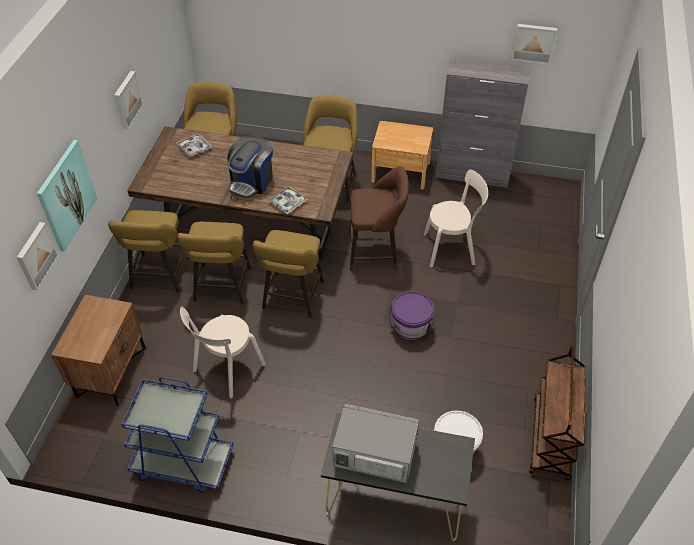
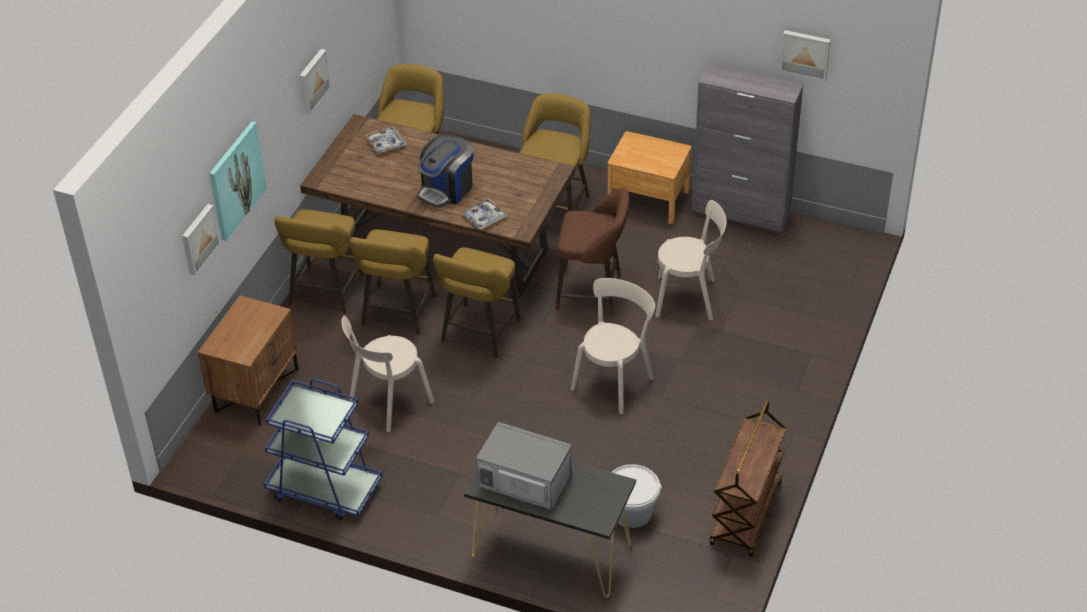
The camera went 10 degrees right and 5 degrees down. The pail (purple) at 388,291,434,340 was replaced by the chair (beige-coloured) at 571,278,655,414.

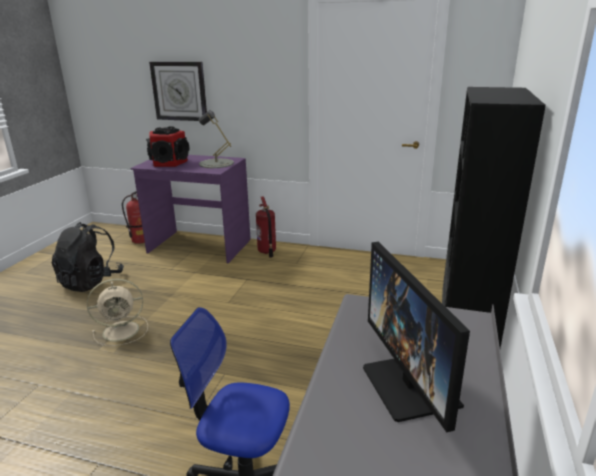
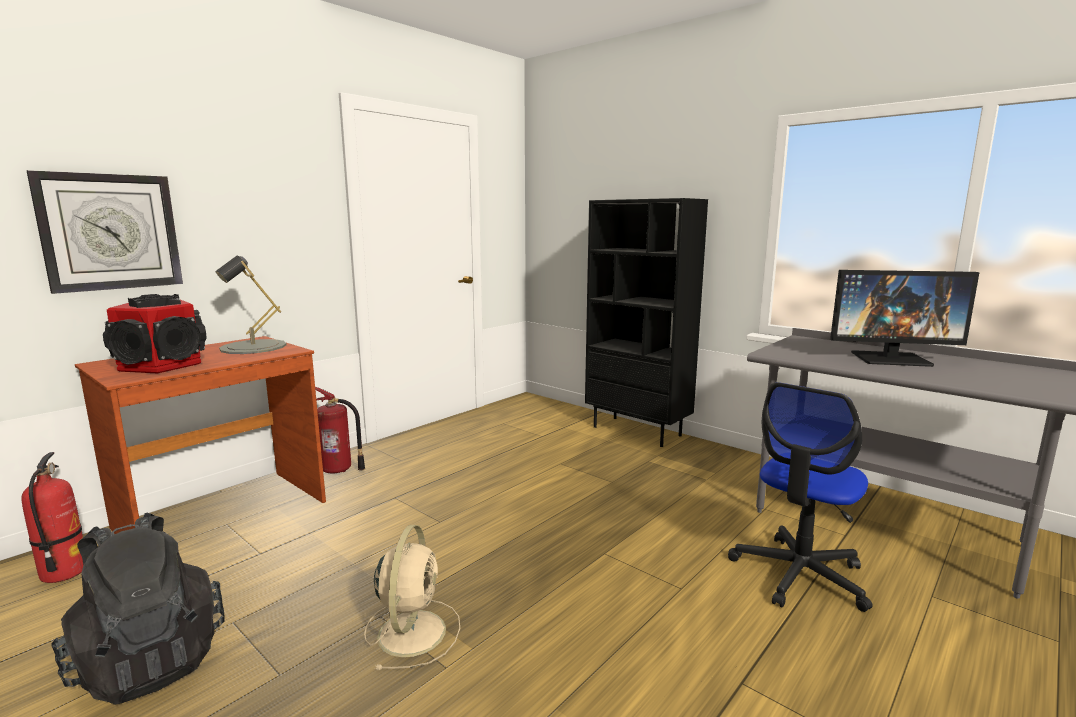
The camera went 65 degrees left and 10 degrees down. The desk unit (purple) at 130,155,251,263 became the desk unit (brown-coloured) at 75,336,326,534.

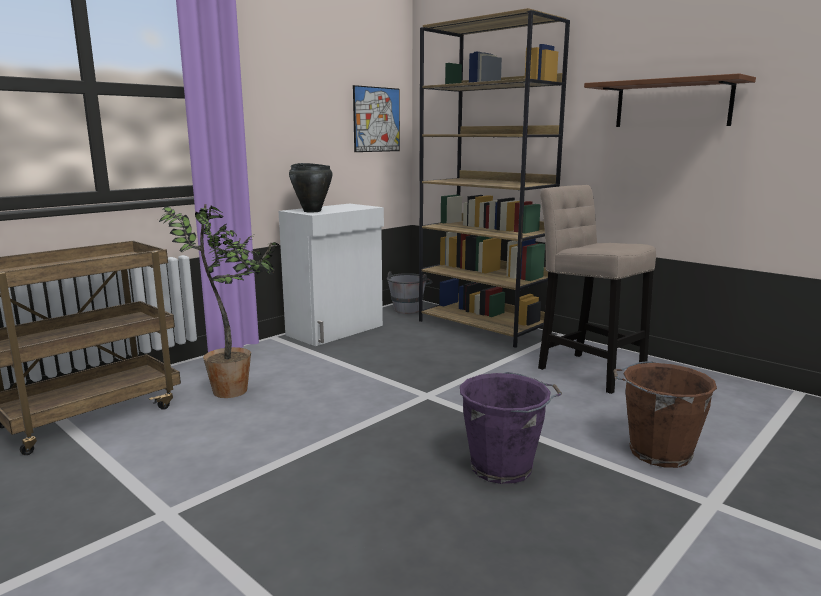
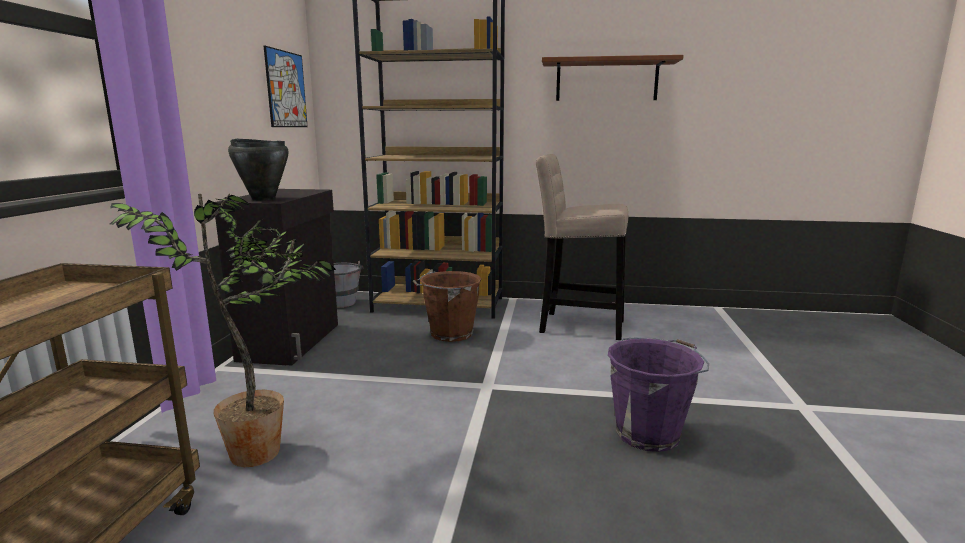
The camera went 35 degrees left and 0 degrees up. The storage cabinet (white) at 279,203,384,346 became the storage cabinet (black-coloured) at 214,189,338,366. The pail (brown-coloured) moved from 613,361,717,468 to 413,271,482,342.

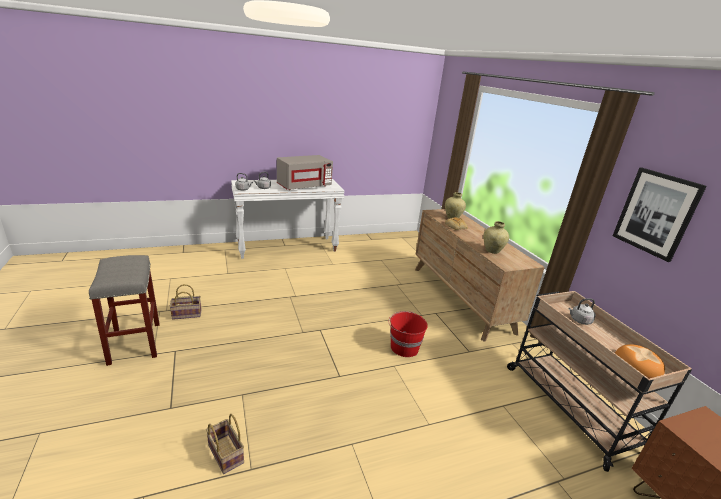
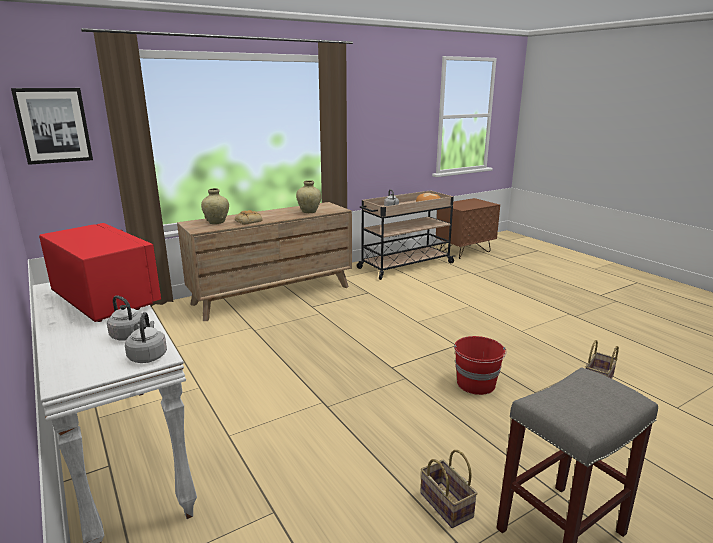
The camera went 100 degrees left and 5 degrees down. The microwave (greyish) at 277,155,333,190 became the microwave (red) at 39,223,161,322. The pail (red) moved from 388,311,428,357 to 454,336,507,395. The wall art moved from 613,168,707,262 to 11,88,93,165.

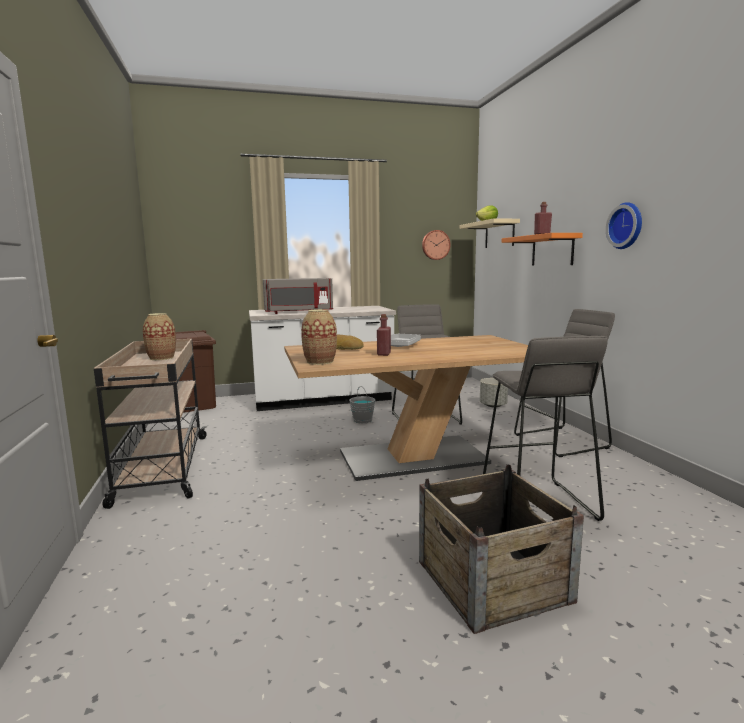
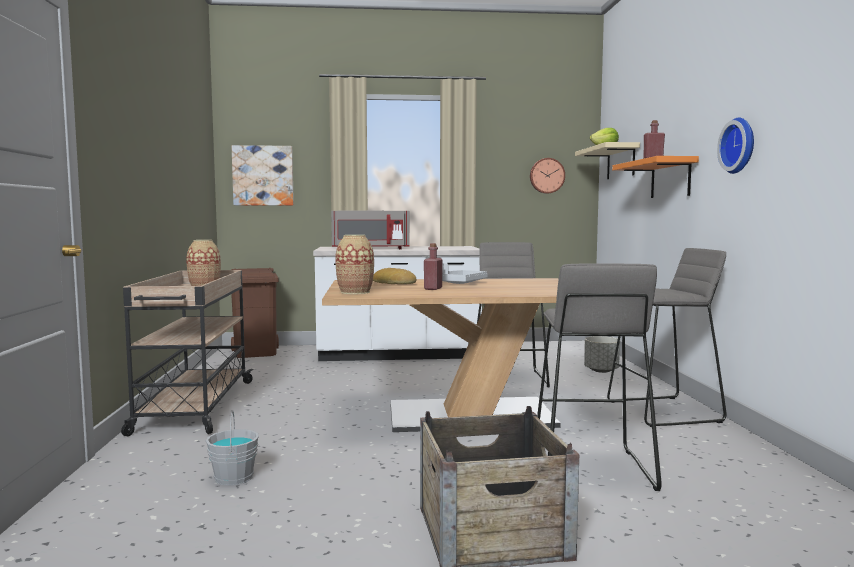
The camera went 10 degrees right and 5 degrees down. The pail (greyish) moved from 349,386,376,424 to 206,411,259,486. The wall art at 231,145,294,206 appeared.

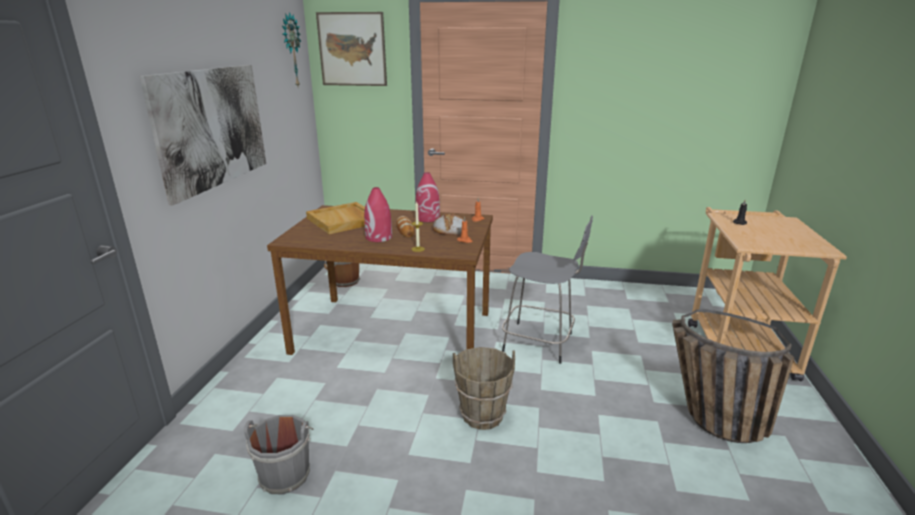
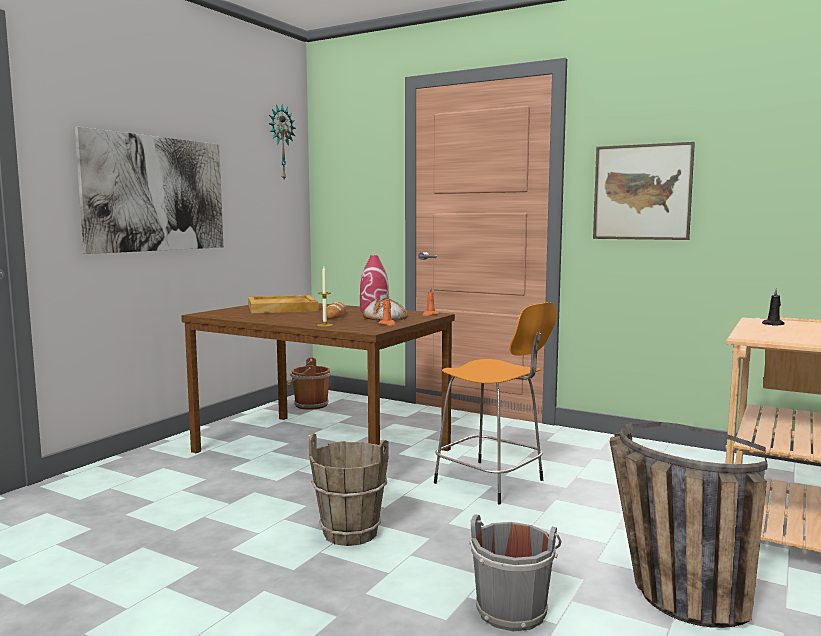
The camera went 20 degrees right and 15 degrees down. The pail (greyish) moved from 244,415,313,494 to 469,514,561,631. The wall art moved from 316,12,387,86 to 593,142,695,240. The decorative vase (red) at 364,187,392,242 disappeared. The stool (greyish) at 502,215,593,364 became the stool (orange) at 434,302,557,505.

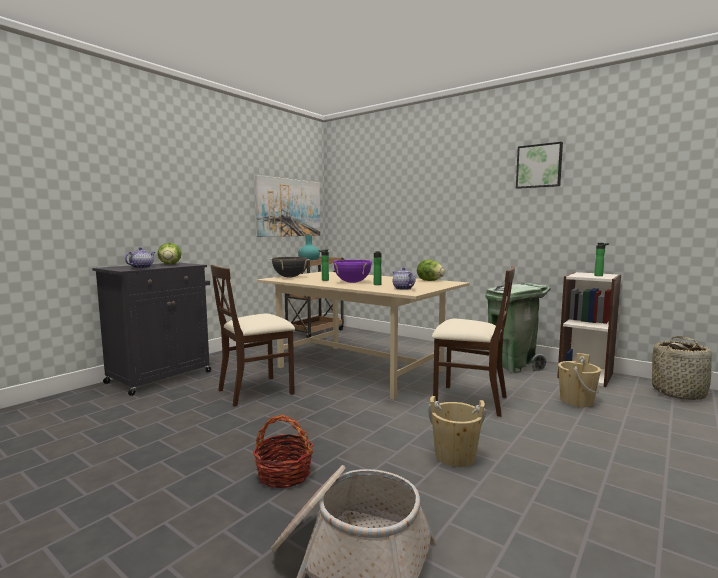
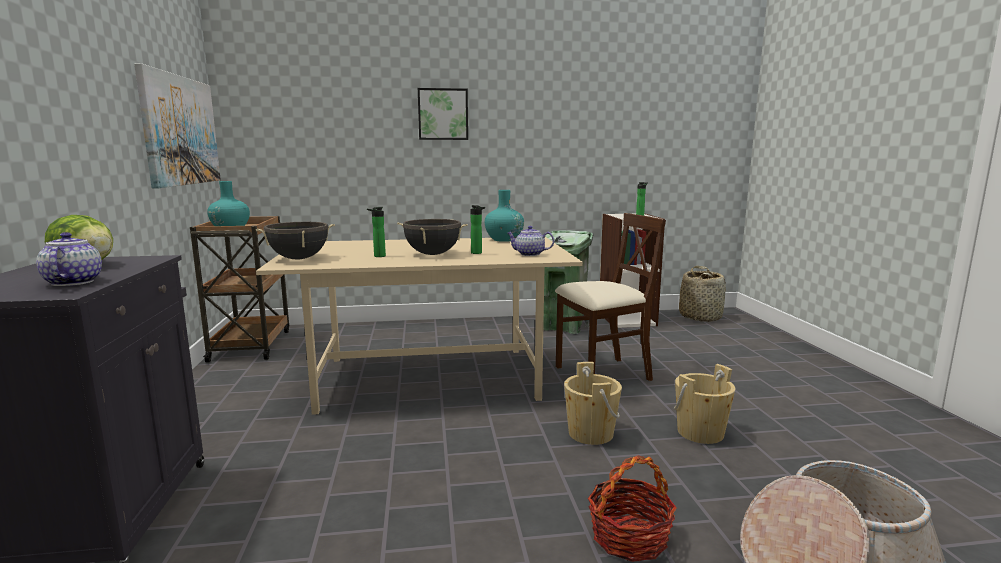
The camera went 45 degrees left and 5 degrees up. The chair (beige-coloured) at 210,265,295,407 disappeared. The cooking pot (purple) at 332,260,372,283 became the cooking pot (black-coloured) at 397,219,468,255. The lettuce head at 417,260,445,281 was replaced by the decorative vase (turquoise-coloured) at 485,190,524,242. The wall art moved from 516,142,563,189 to 418,88,468,140. The pail (beige-coloured) moved from 558,353,601,407 to 564,362,622,445.

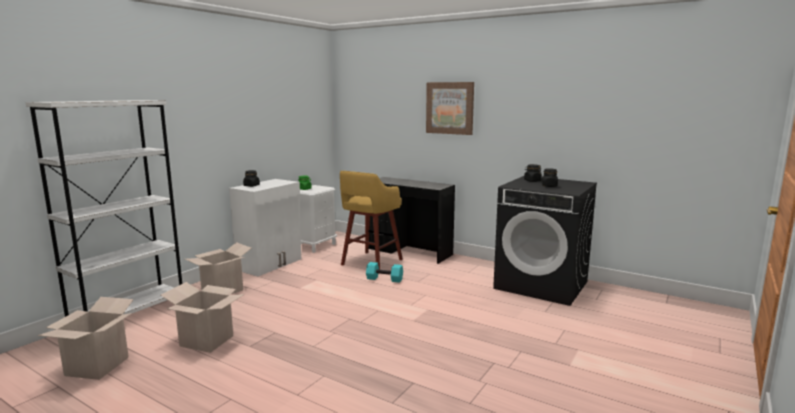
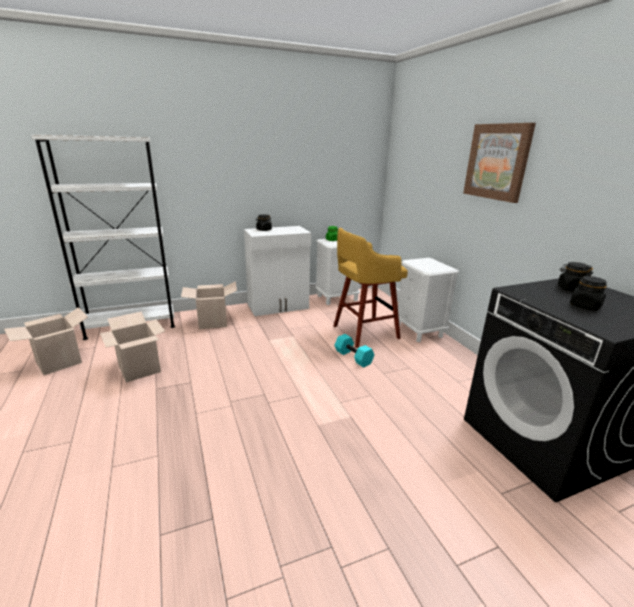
The camera went 35 degrees right and 10 degrees up. The desk unit (black-coloured) at 369,177,455,264 was replaced by the nightstand (white) at 398,258,459,342.

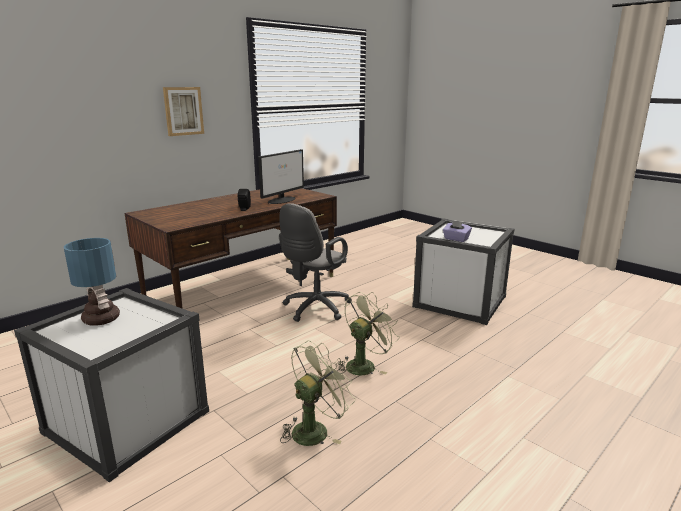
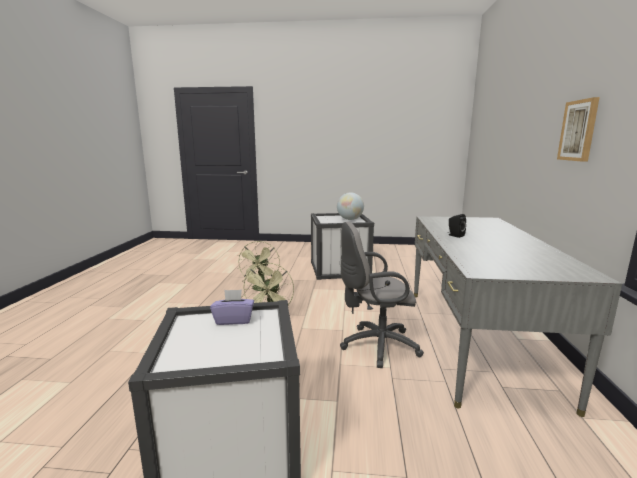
The camera went 140 degrees right and 5 degrees down. The lamp for a table at 64,238,120,326 was replaced by the world globe at 337,193,364,220. The desk unit (brown-coloured) at 125,188,337,309 became the desk unit (greyish) at 414,216,622,417. The computer display at 258,149,304,204 disappeared. The desk chair (greyish) at 279,203,352,322 turned 90 degrees counterclockwise.

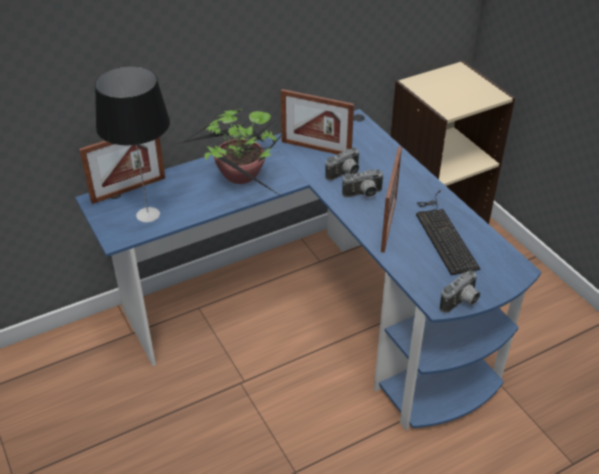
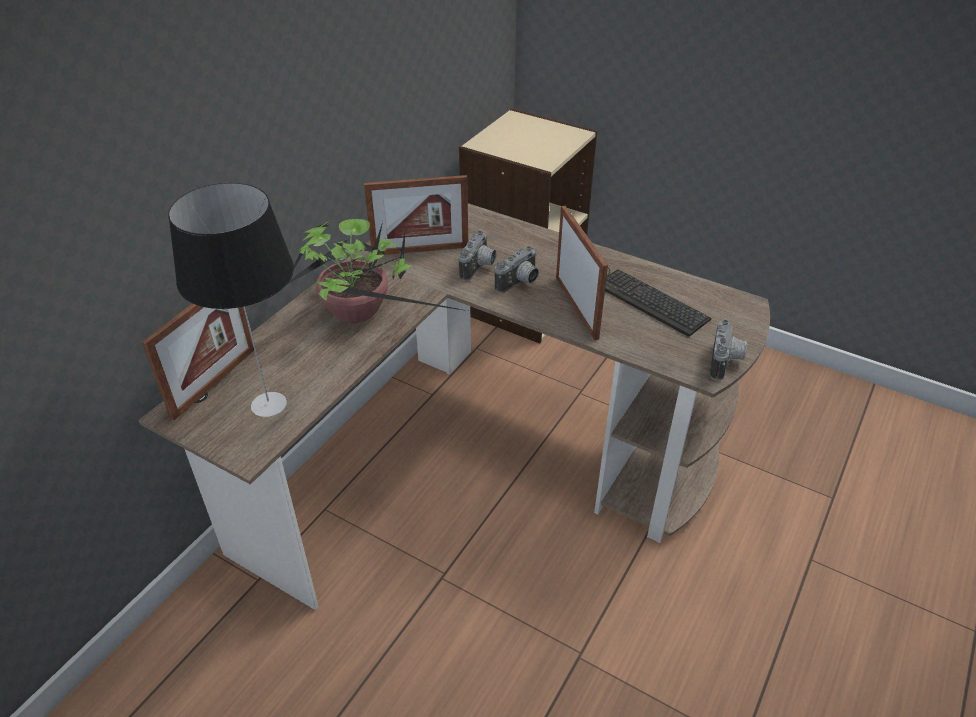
The camera went 30 degrees left and 0 degrees up. The desk unit (bluish) at 75,109,541,431 became the desk unit (brown-coloured) at 138,203,770,610.

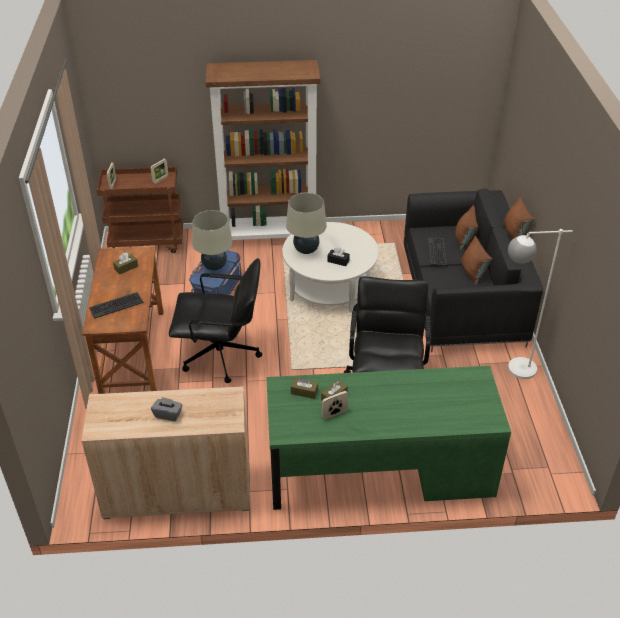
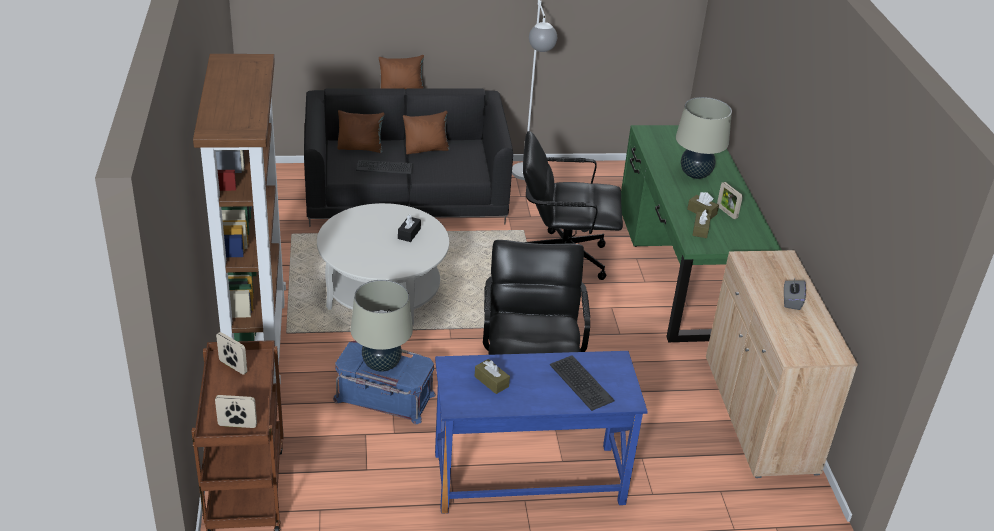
The camera went 95 degrees left and 5 degrees down. The desk unit (brown-coloured) at 83,246,163,394 became the desk unit (bluish) at 435,351,648,514. The lamp for a table (beige-coloured) moved from 286,193,327,254 to 676,97,732,179.

